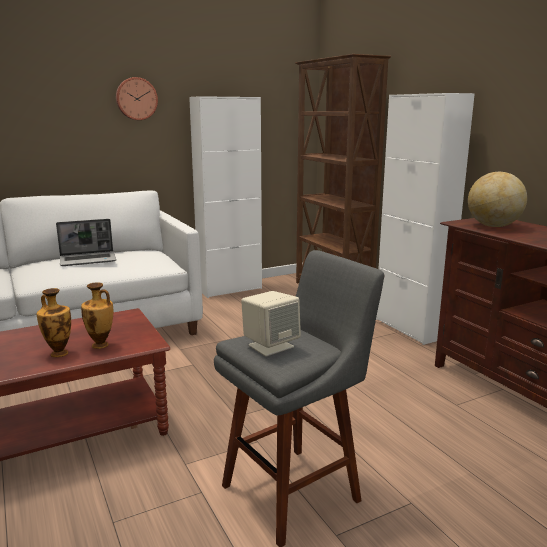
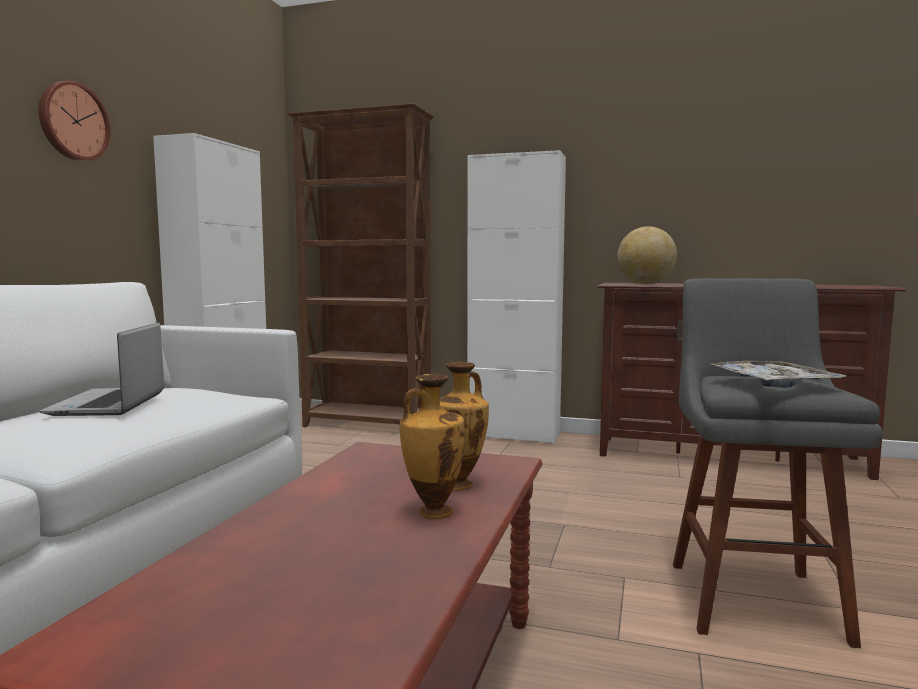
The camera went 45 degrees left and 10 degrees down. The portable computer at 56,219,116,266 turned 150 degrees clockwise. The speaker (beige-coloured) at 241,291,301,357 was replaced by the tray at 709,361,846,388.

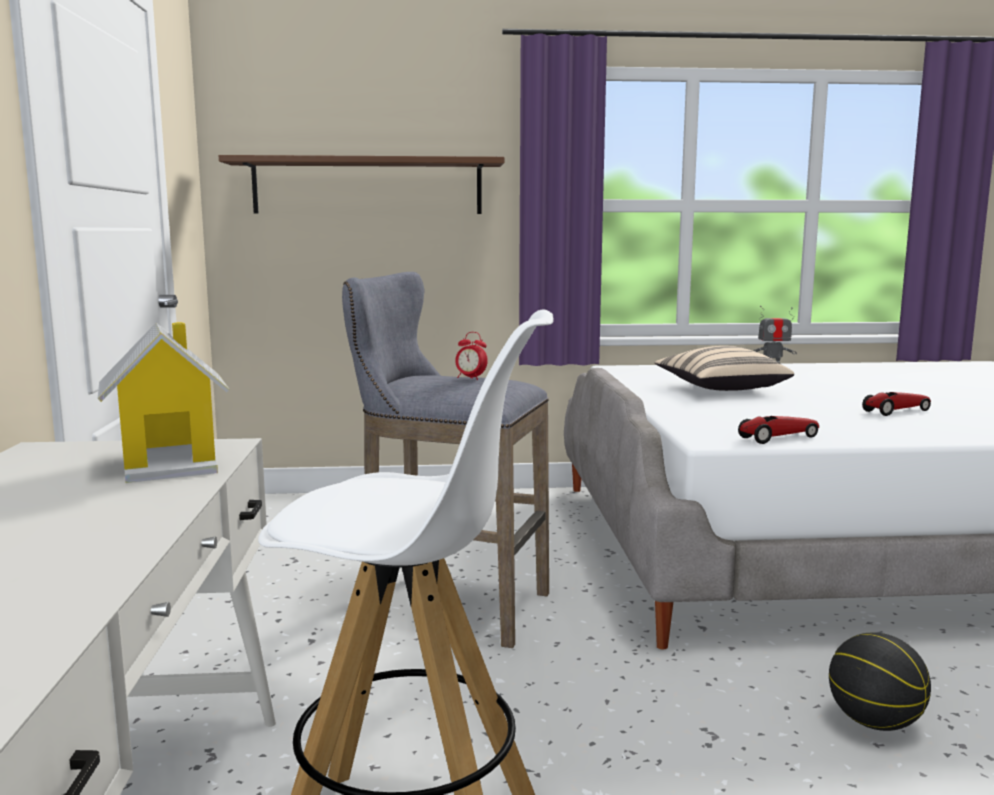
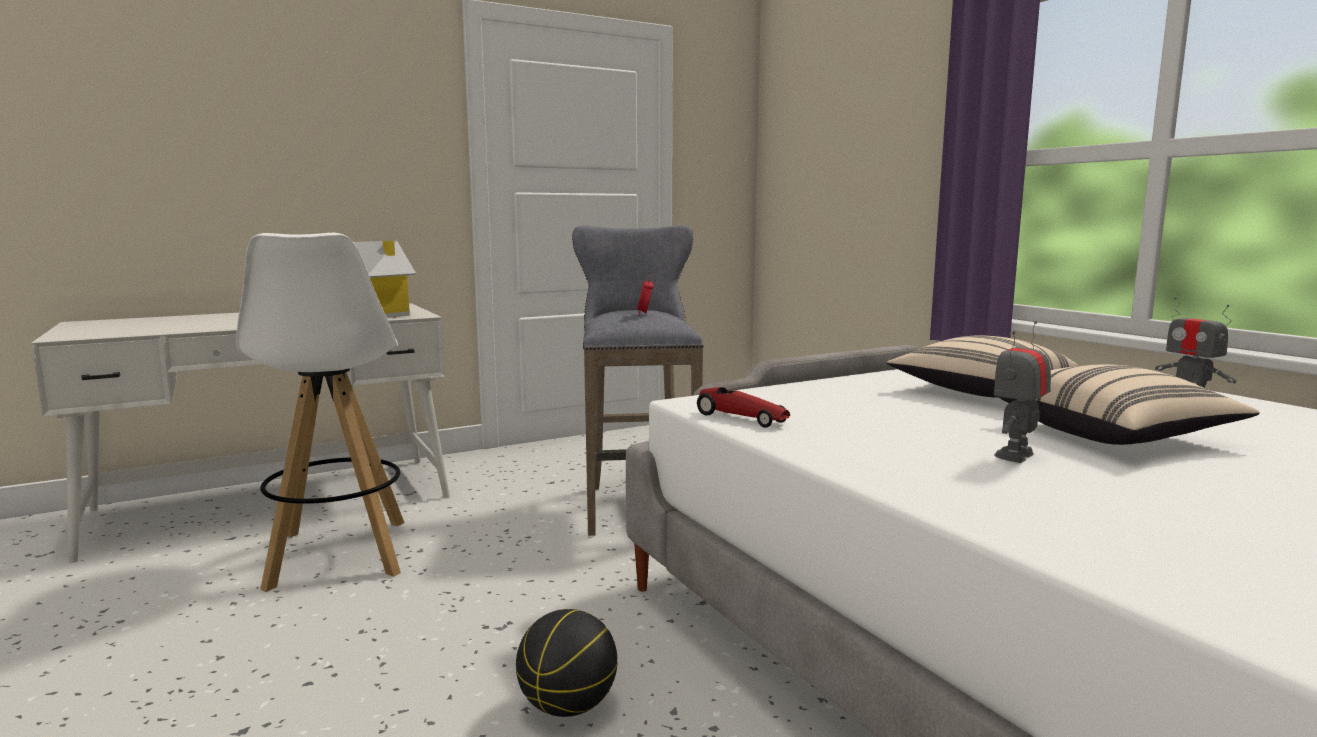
The camera went 65 degrees right and 0 degrees up. The wall shelf (brown-coloured) at 219,155,505,214 disappeared. The miniature car at 862,392,931,416 was replaced by the robot figure at 994,321,1051,463. The pillow (beige-coloured) at 999,364,1260,445 appeared.

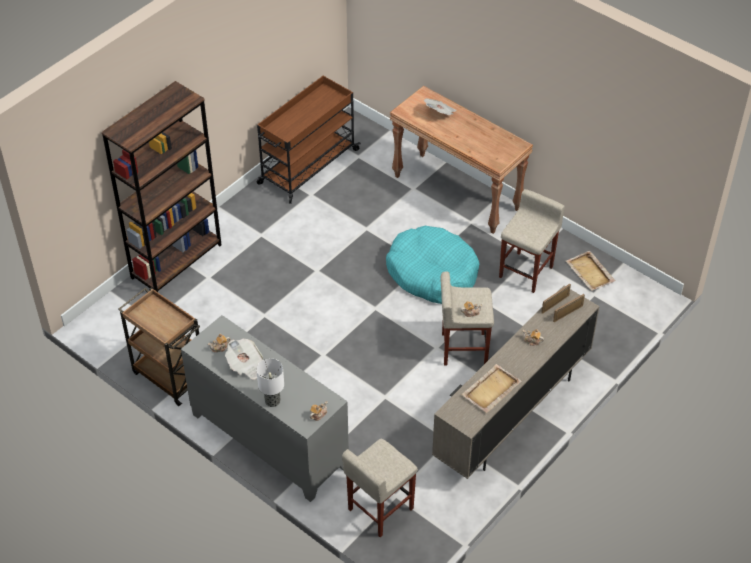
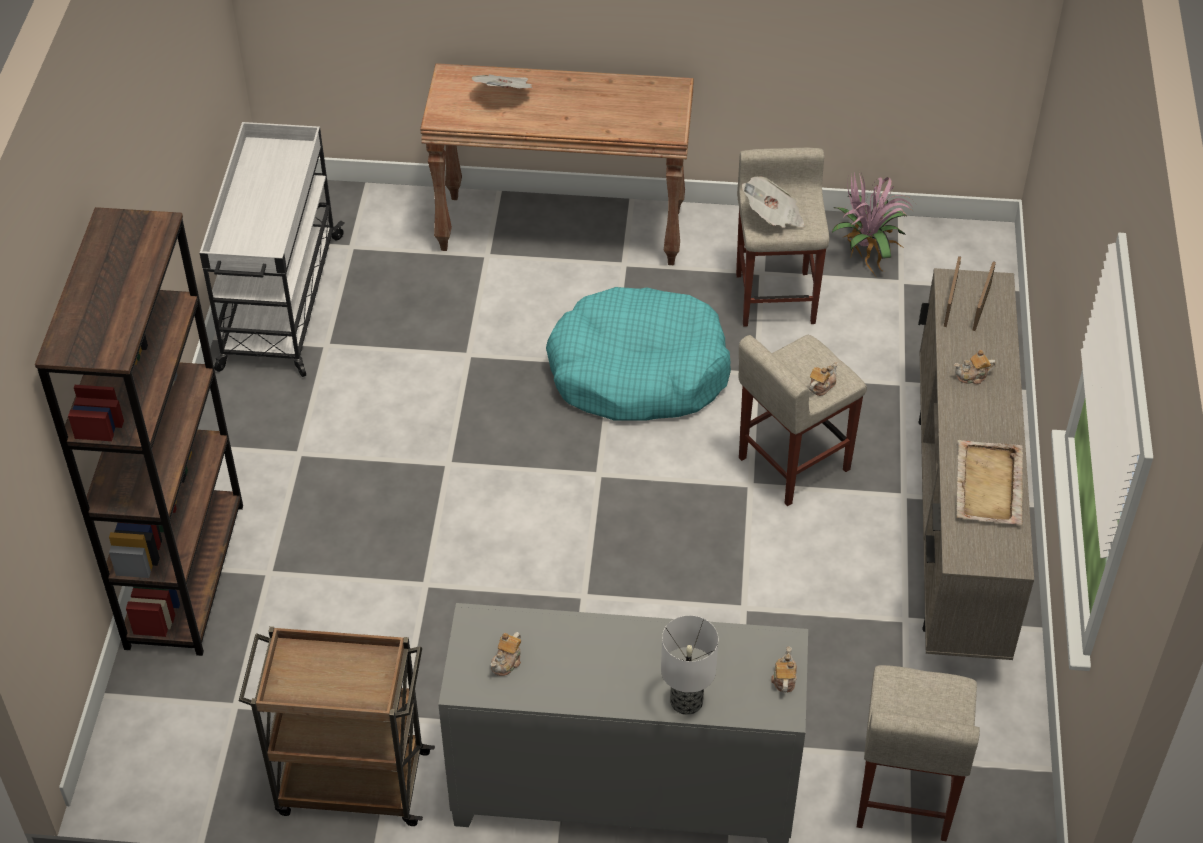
The camera went 35 degrees left and 0 degrees up. The daily paper moved from 225,339,263,380 to 742,176,805,228. The trolley (brown-coloured) at 257,76,361,204 became the trolley (white) at 200,122,345,377. The tray (beige-coloured) at 565,251,616,291 was replaced by the plant in a pot at 831,172,914,278.

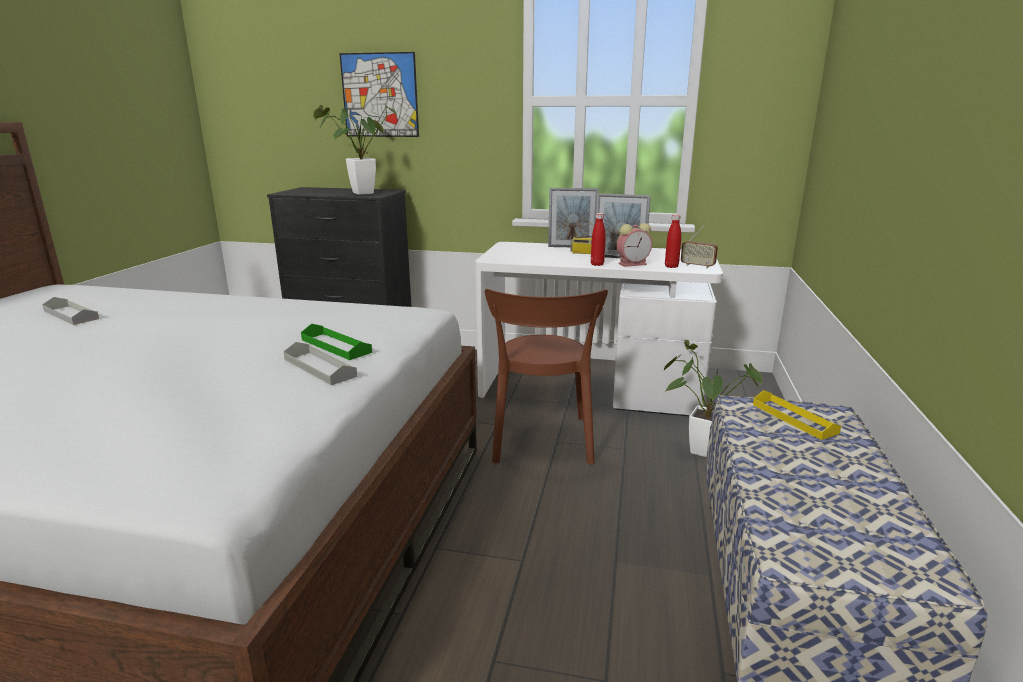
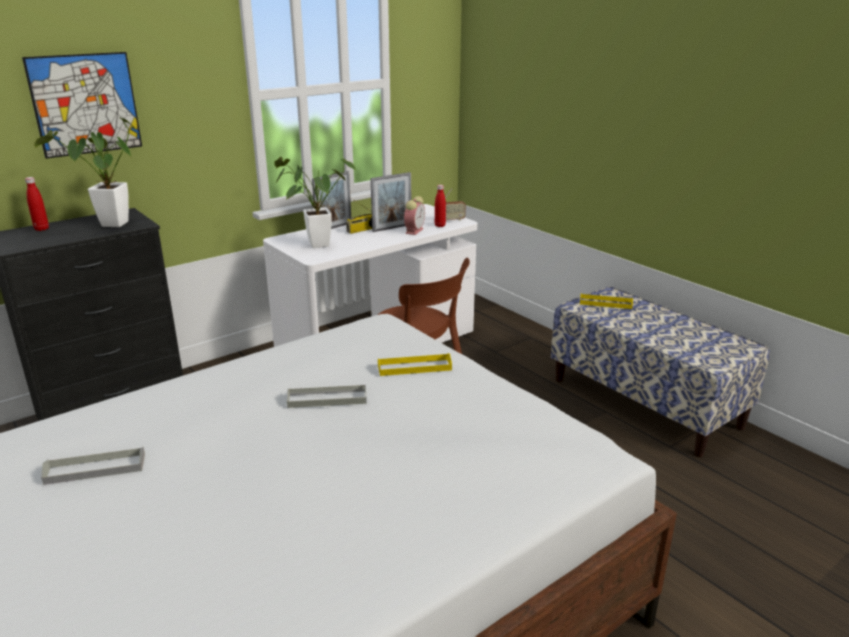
The camera went 50 degrees left and 5 degrees up. The tray (greyish) moved from 284,342,357,385 to 287,384,367,408. The tray (green-coloured) at 301,324,372,360 became the tray (yellow-coloured) at 378,353,452,376. The drink bottle (red) moved from 591,213,606,266 to 25,177,49,231. The plant in a pot moved from 664,340,762,457 to 274,157,356,248.

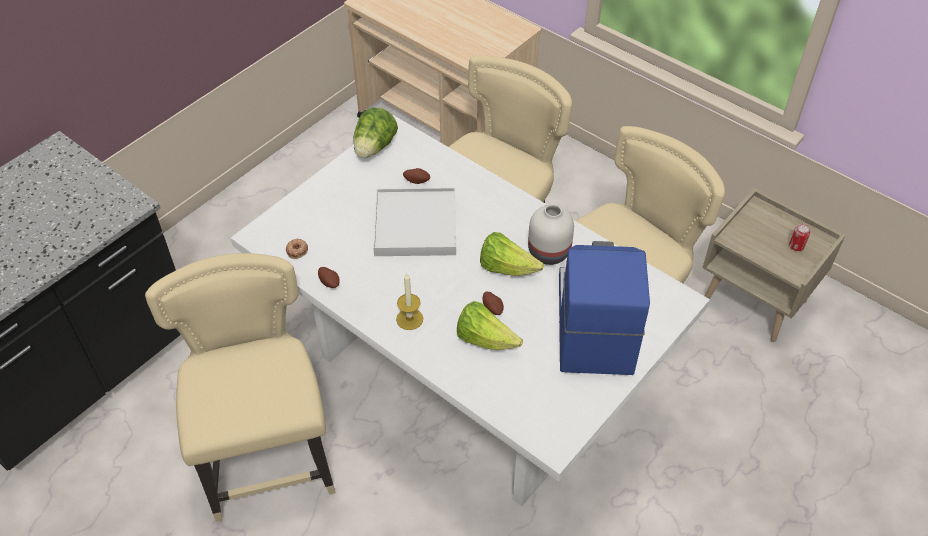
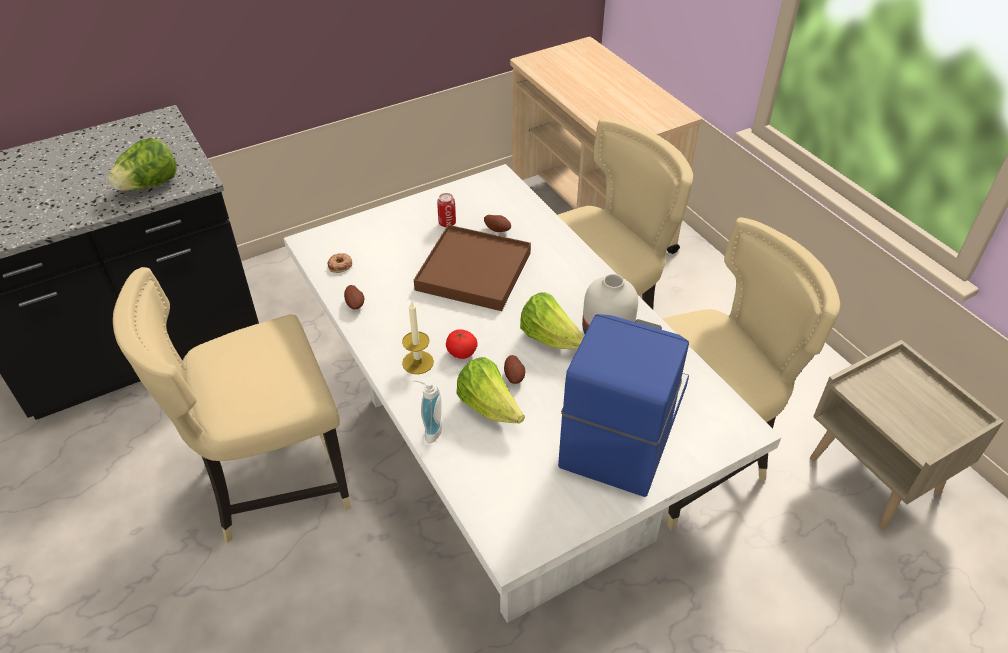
The camera went 20 degrees right and 5 degrees down. The chair (beige-coloured) at 145,253,336,522 turned 120 degrees counterclockwise. The lettuce head moved from 353,108,398,158 to 108,138,177,191. The tray (white) at 373,188,456,256 became the tray (brown-coloured) at 414,225,531,311. The sealed can moved from 789,224,810,251 to 437,193,456,227. The soap bottle at 413,379,442,444 appeared. The whole tomato at 446,329,478,359 appeared.

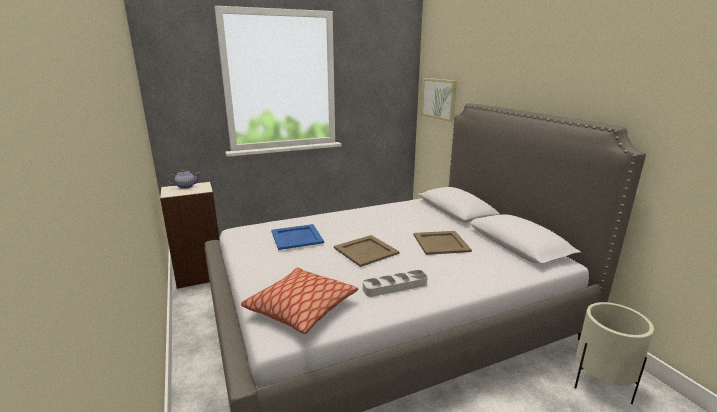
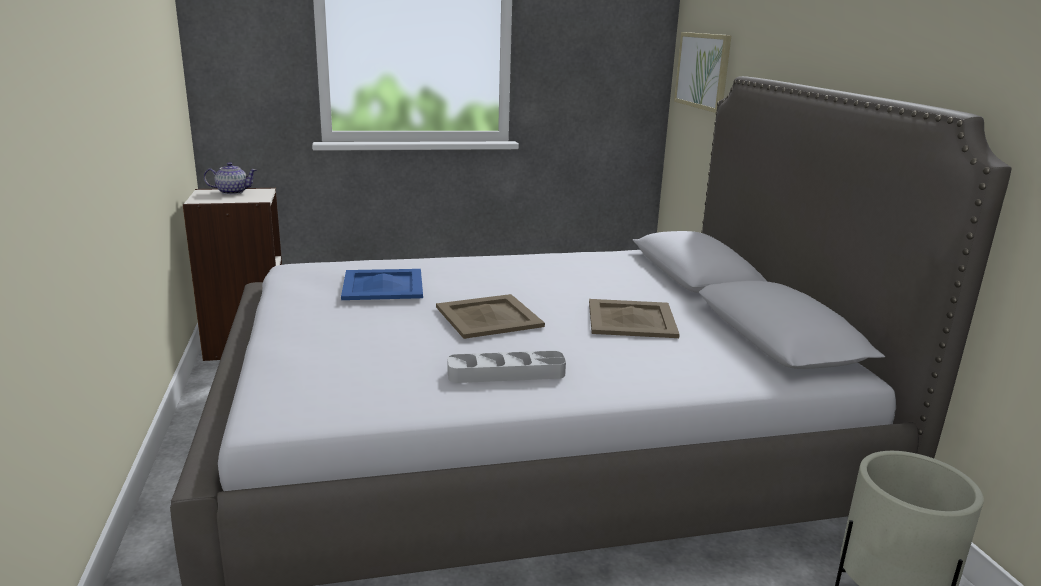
The camera went 10 degrees right and 0 degrees up. The pillow at 241,268,358,334 disappeared.

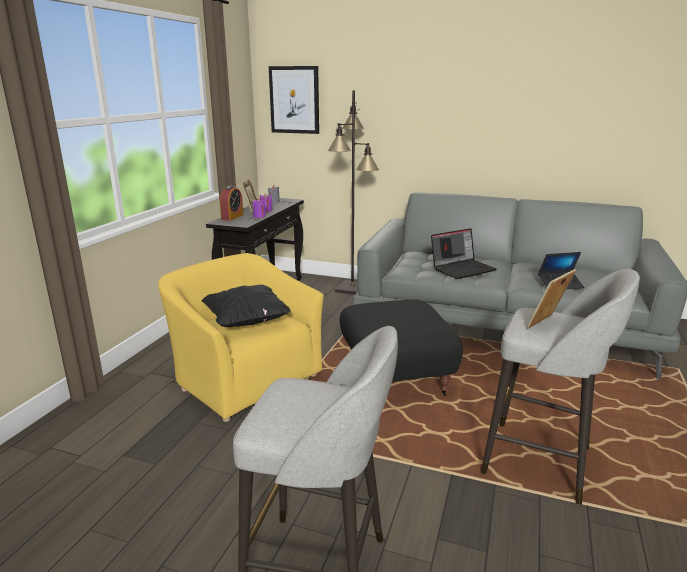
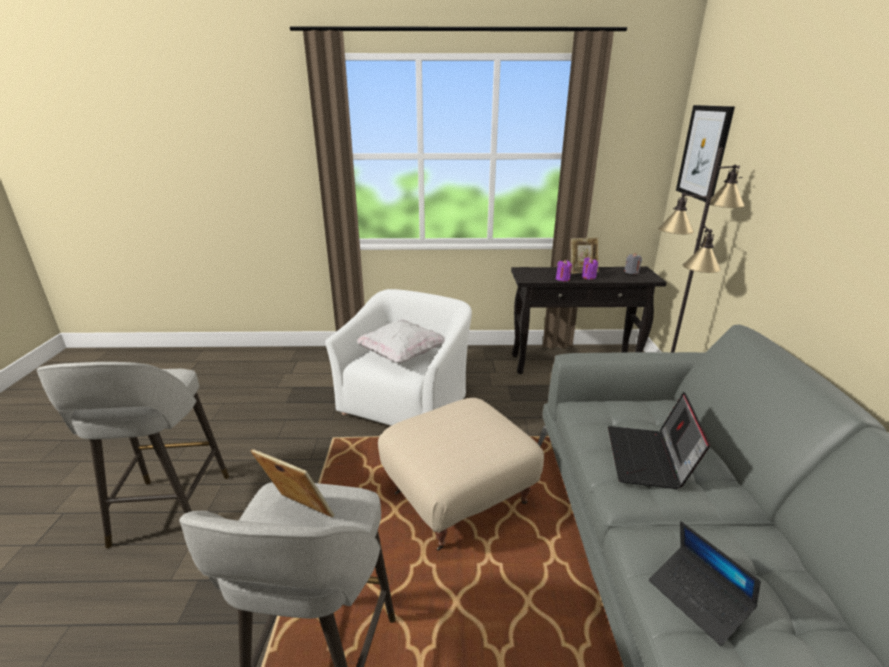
The camera went 70 degrees right and 5 degrees up. The easy chair (yellow-coloured) at 158,253,324,422 became the easy chair (white) at 325,289,472,426. The pillow (black-coloured) at 201,285,291,327 became the pillow (white) at 357,319,445,363. The bedside clock at 220,186,243,221 disappeared. The pouffe (black-coloured) at 340,300,463,396 became the pouffe (beige-coloured) at 378,398,544,551. The portable computer at 431,228,497,279 turned 60 degrees clockwise.

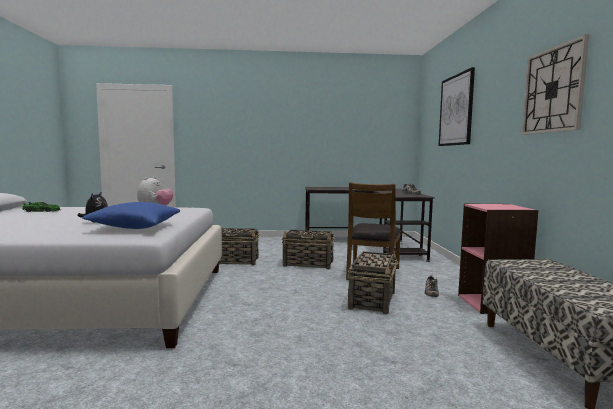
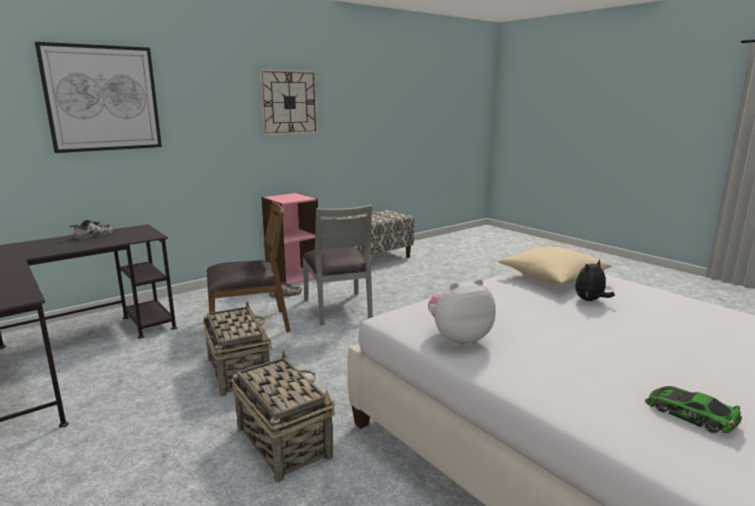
The camera went 125 degrees left and 10 degrees up. The pillow (bluish) at 82,202,180,229 became the pillow (beige-coloured) at 499,247,613,284. The household basket at 347,250,399,314 was replaced by the chair (greyish) at 302,205,373,326.

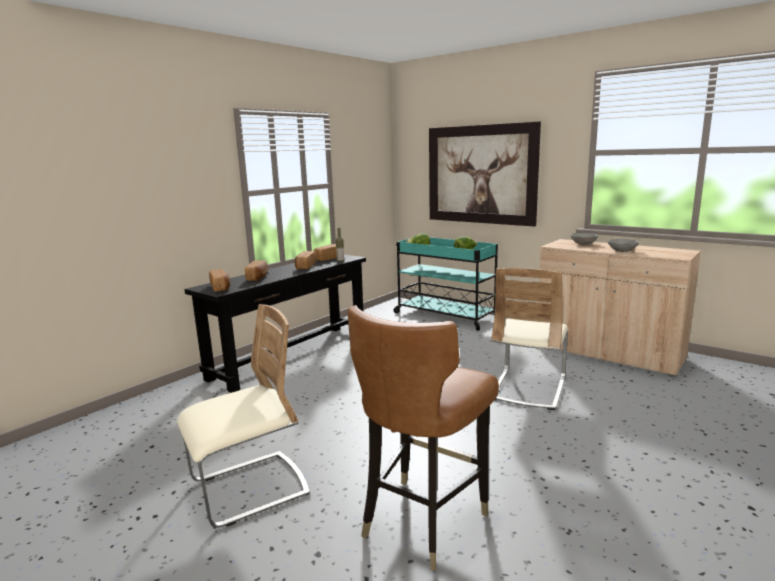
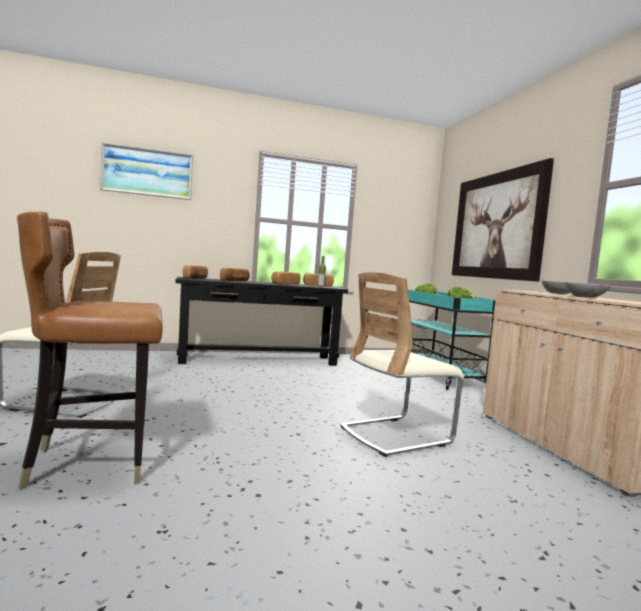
The camera went 35 degrees right and 10 degrees down. The wall art at 100,142,193,200 appeared.

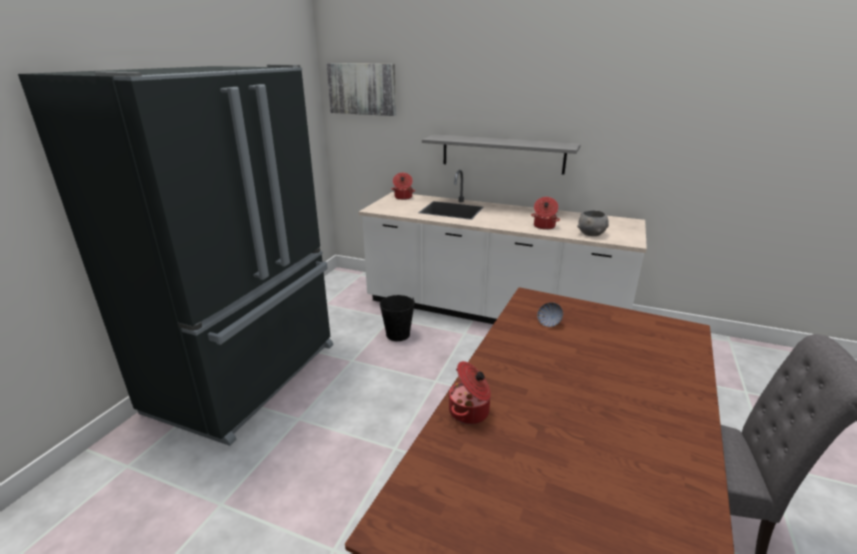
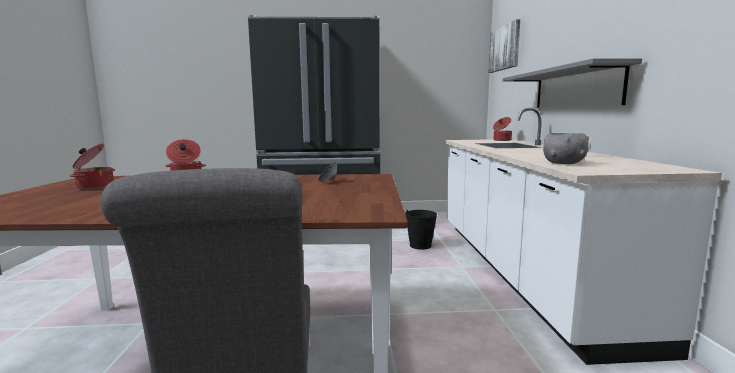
The camera went 65 degrees right and 15 degrees down. The cooking pot moved from 531,197,560,230 to 70,144,115,189.

